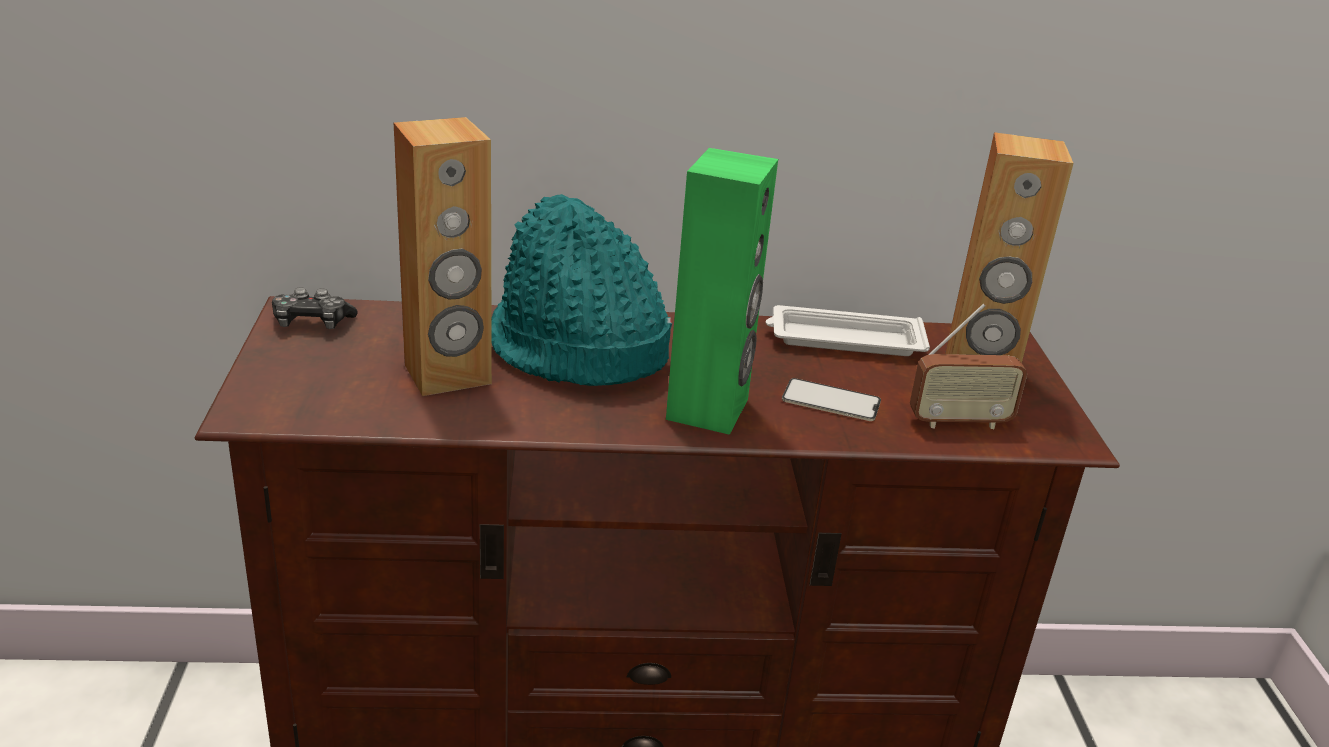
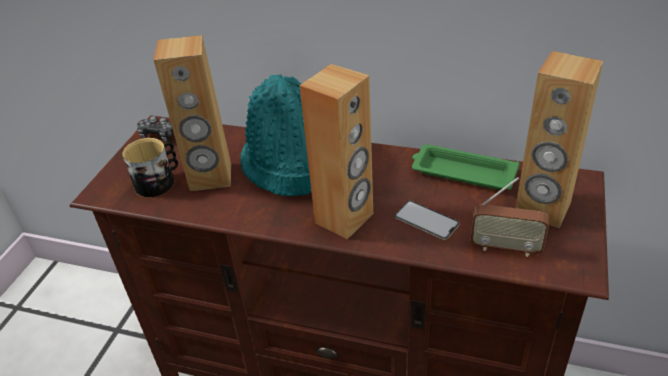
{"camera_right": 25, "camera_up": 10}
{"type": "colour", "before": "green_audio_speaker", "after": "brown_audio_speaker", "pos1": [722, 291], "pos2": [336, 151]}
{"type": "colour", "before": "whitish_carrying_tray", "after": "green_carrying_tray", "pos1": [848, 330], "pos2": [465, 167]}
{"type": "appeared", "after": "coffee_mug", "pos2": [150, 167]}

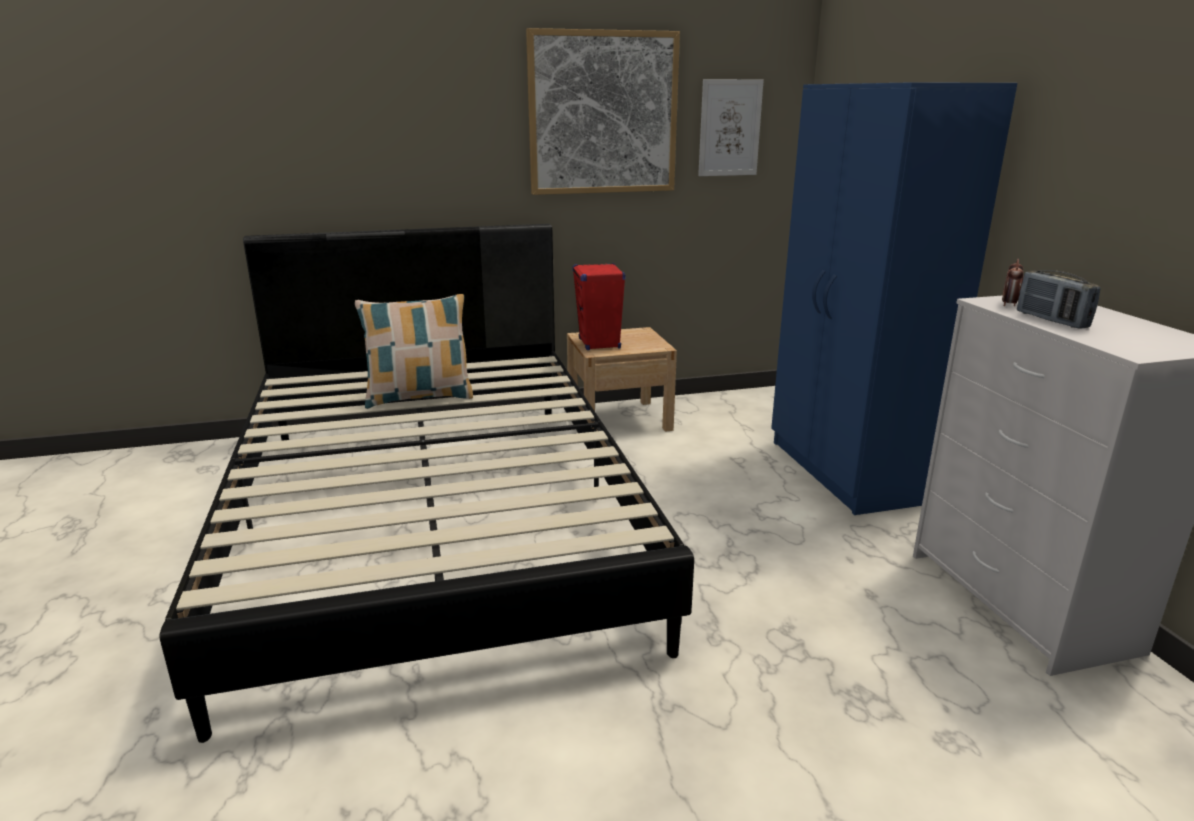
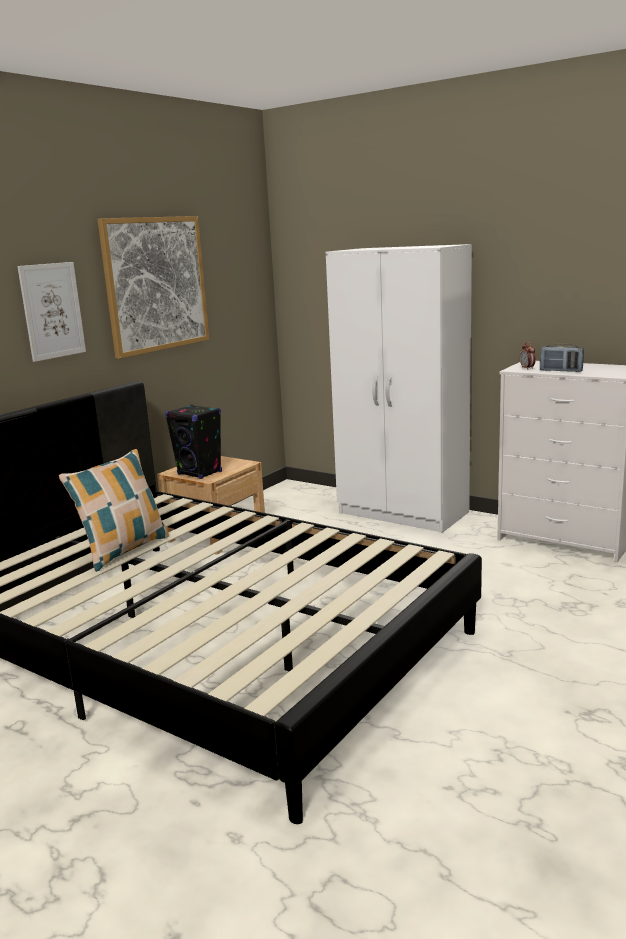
{"camera_right": -40, "camera_up": -5}
{"type": "colour", "before": "red_audio_speaker", "after": "blackish_audio_speaker", "pos1": [599, 306], "pos2": [193, 442]}
{"type": "relocated", "before": "wall_art", "pos1": [731, 127], "pos2": [51, 312]}
{"type": "colour", "before": "blue-coloured_armoire", "after": "whitish_armoire", "pos1": [894, 298], "pos2": [399, 388]}

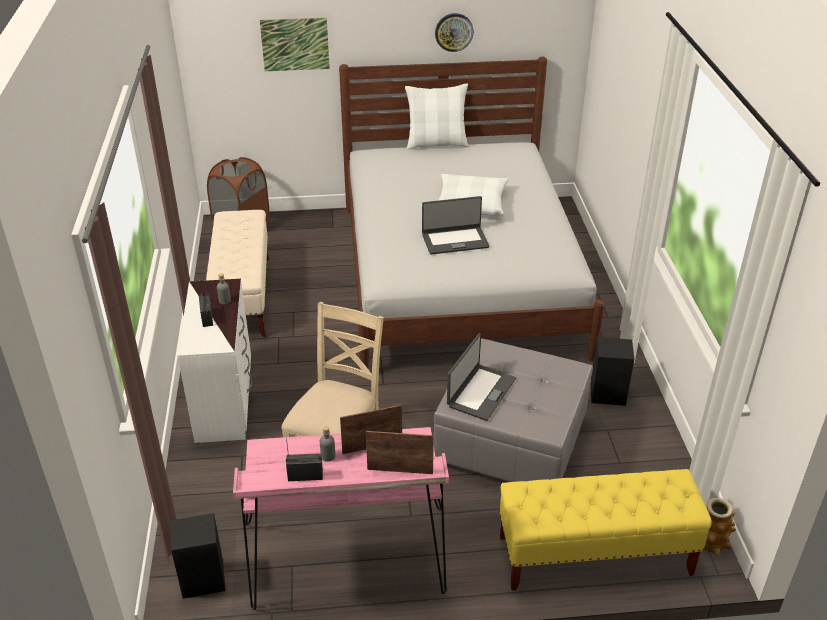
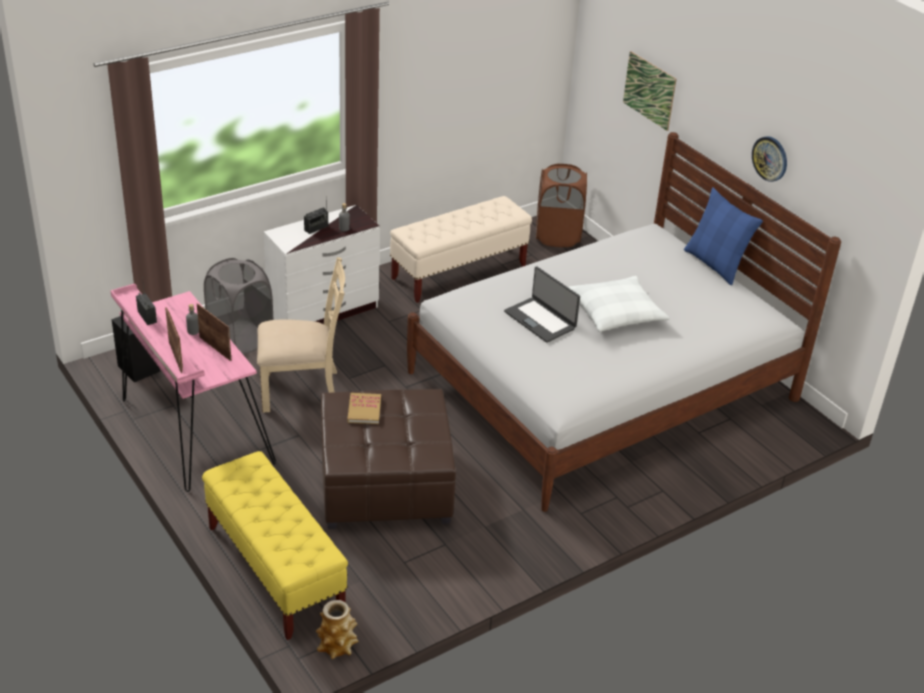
{"camera_right": 60, "camera_up": 0}
{"type": "colour", "before": "whitish_cushion", "after": "blue-coloured_cushion", "pos1": [437, 116], "pos2": [723, 236]}
{"type": "colour", "before": "grey_footrest", "after": "brown_footrest", "pos1": [513, 410], "pos2": [388, 459]}
{"type": "exchanged", "before": "laptop", "after": "book", "pos1": [481, 377], "pos2": [364, 408]}
{"type": "missing", "before": "blackish_audio_speaker", "pos1": [612, 371]}
{"type": "appeared", "after": "grey_hamper", "pos2": [239, 306]}

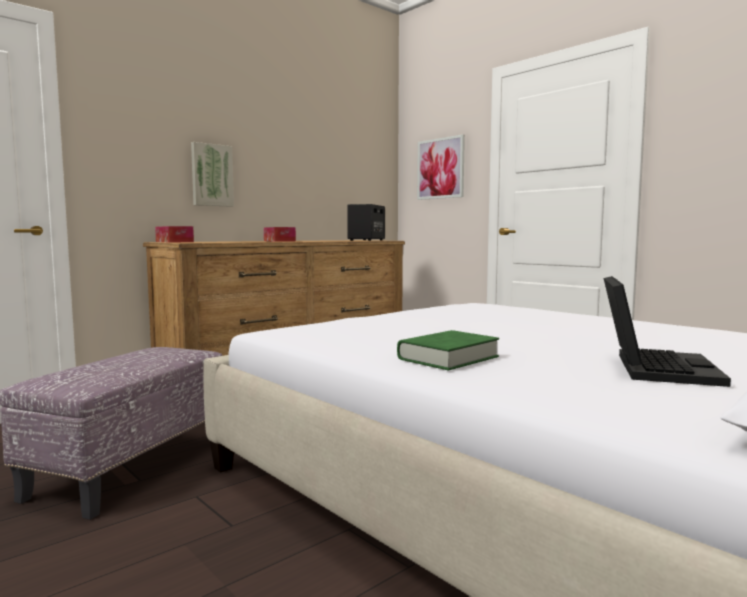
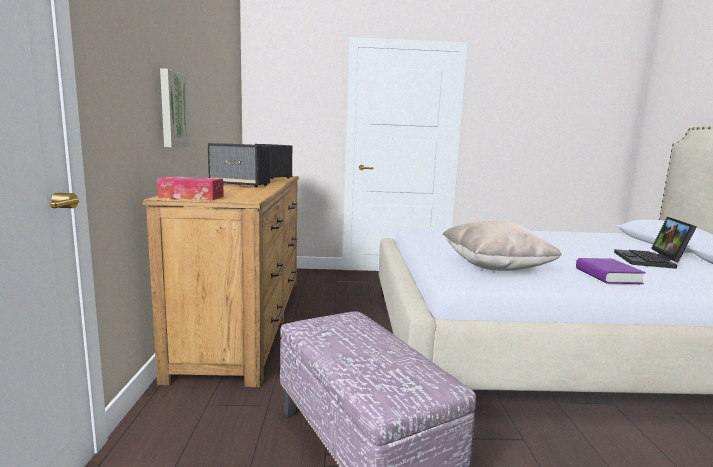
{"camera_right": -50, "camera_up": 5}
{"type": "exchanged", "before": "tissue_box", "after": "audio_speaker", "pos1": [280, 234], "pos2": [239, 165]}
{"type": "colour", "before": "green_book", "after": "purple-coloured_book", "pos1": [448, 350], "pos2": [611, 271]}
{"type": "missing", "before": "wall_art", "pos1": [441, 167]}
{"type": "spun", "before": "laptop", "pos1": [667, 331], "pos2": [655, 243], "turn": -135}
{"type": "appeared", "after": "sand-coloured_cushion", "pos2": [502, 246]}

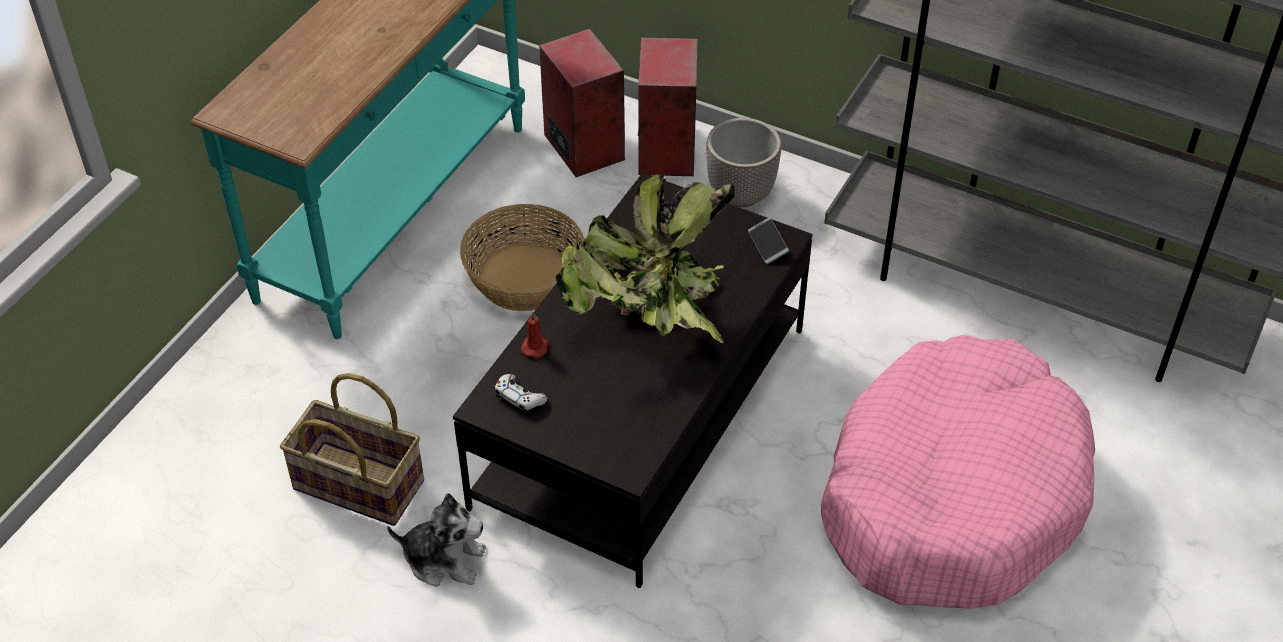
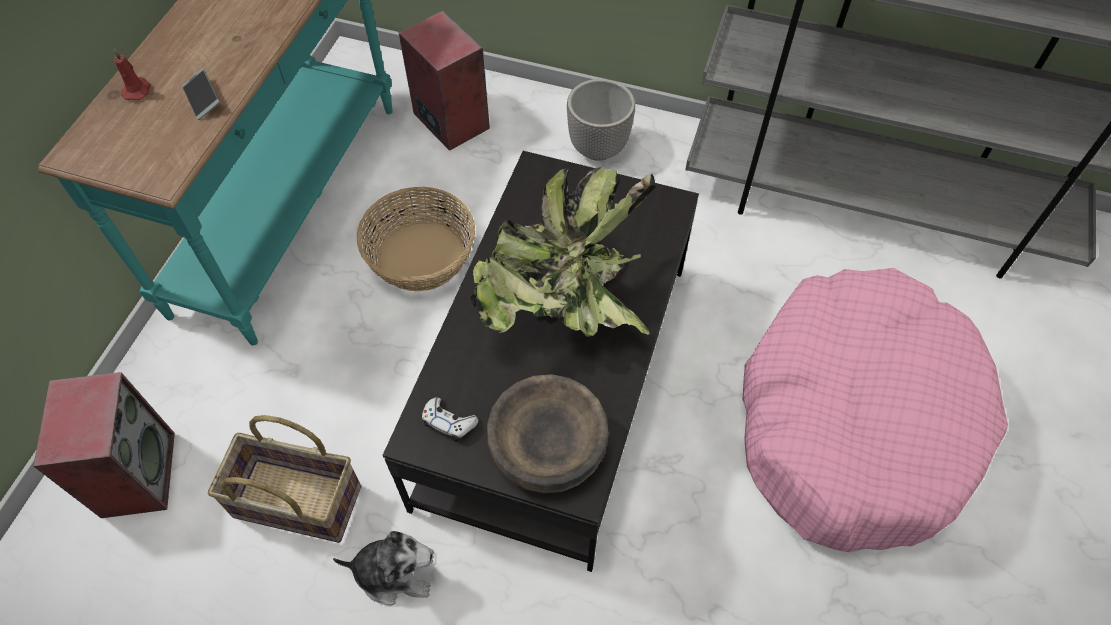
{"camera_right": -10, "camera_up": 10}
{"type": "relocated", "before": "red_wax_candle", "pos1": [535, 335], "pos2": [132, 74]}
{"type": "relocated", "before": "audio_speaker", "pos1": [667, 107], "pos2": [104, 445]}
{"type": "relocated", "before": "phone", "pos1": [768, 240], "pos2": [201, 94]}
{"type": "appeared", "after": "brown_deep_dish", "pos2": [548, 434]}

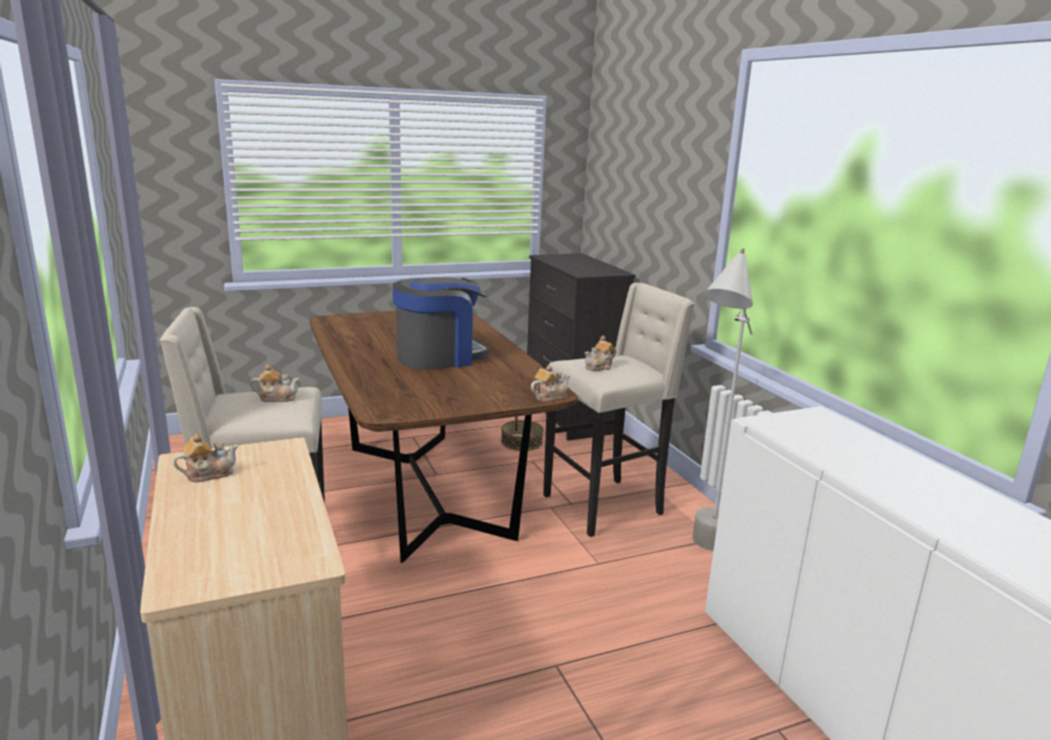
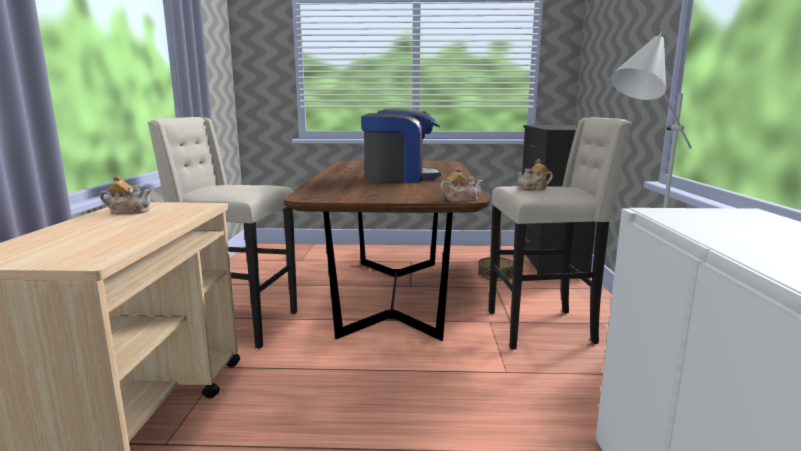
{"camera_right": 25, "camera_up": -5}
{"type": "missing", "before": "teapot", "pos1": [275, 383]}

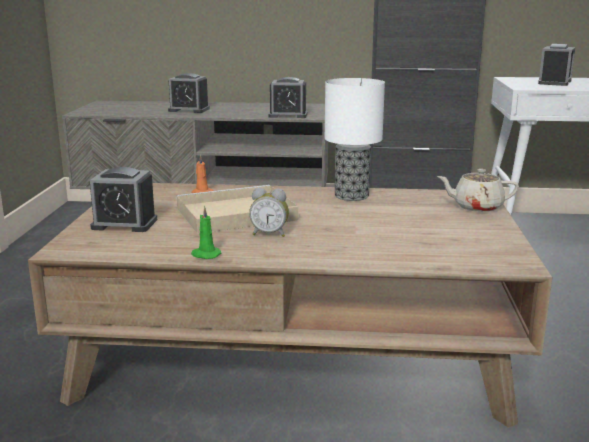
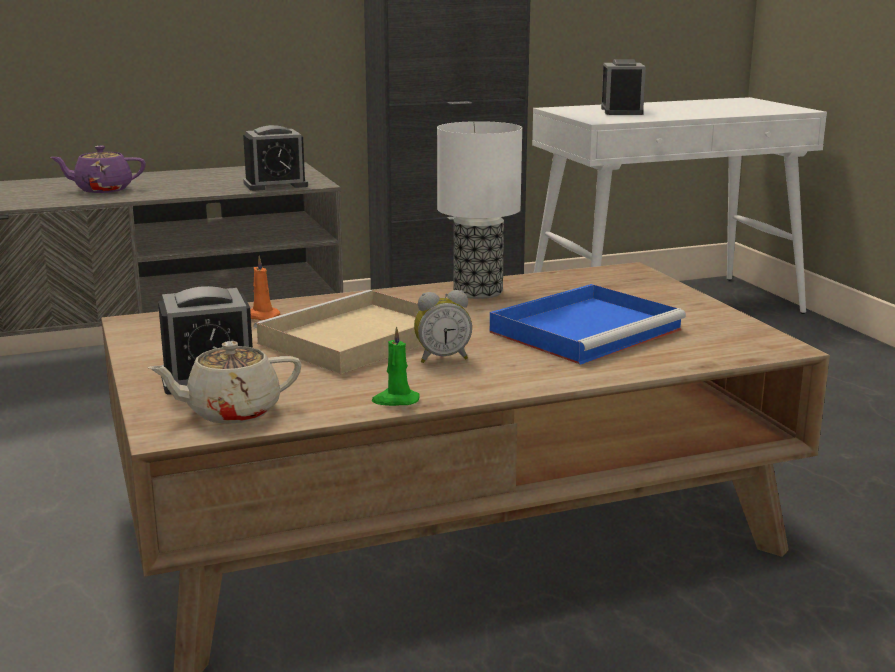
{"camera_right": -25, "camera_up": 0}
{"type": "exchanged", "before": "table_clock", "after": "purple-coloured_teapot", "pos1": [189, 93], "pos2": [98, 169]}
{"type": "relocated", "before": "sand-coloured_teapot", "pos1": [478, 190], "pos2": [225, 382]}
{"type": "appeared", "after": "blue-coloured_carrying_tray", "pos2": [588, 324]}

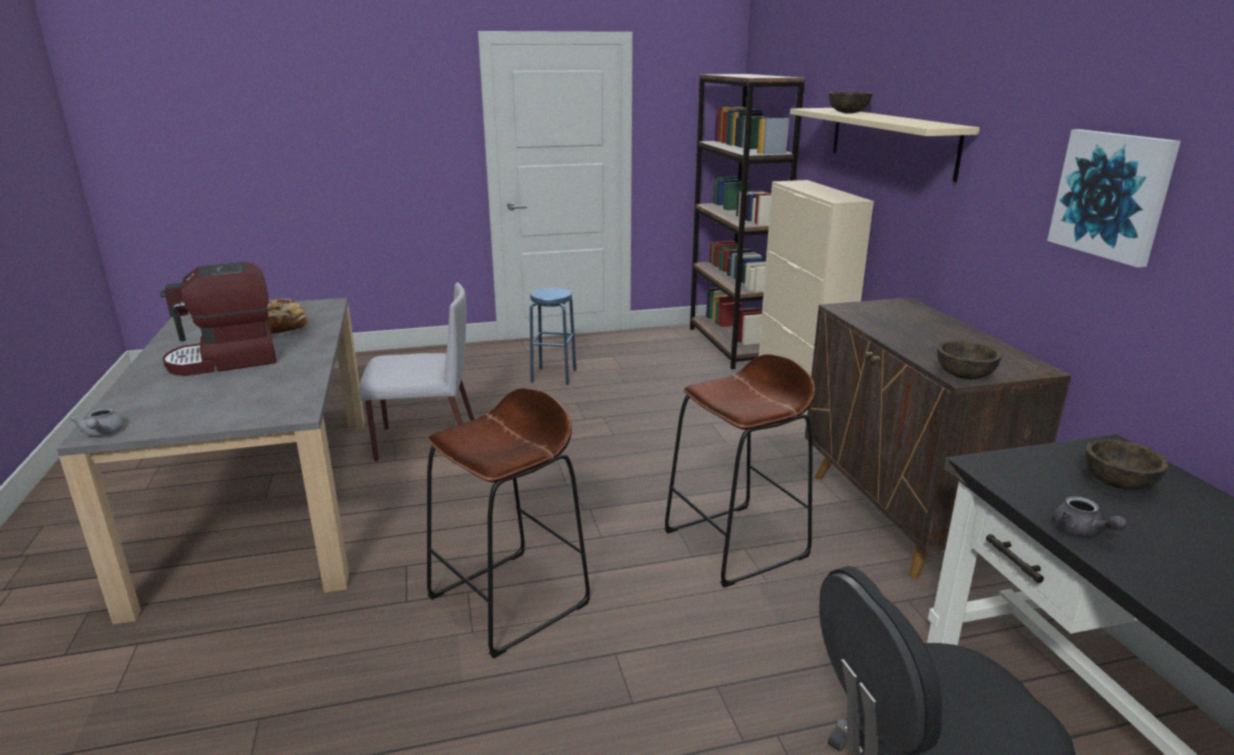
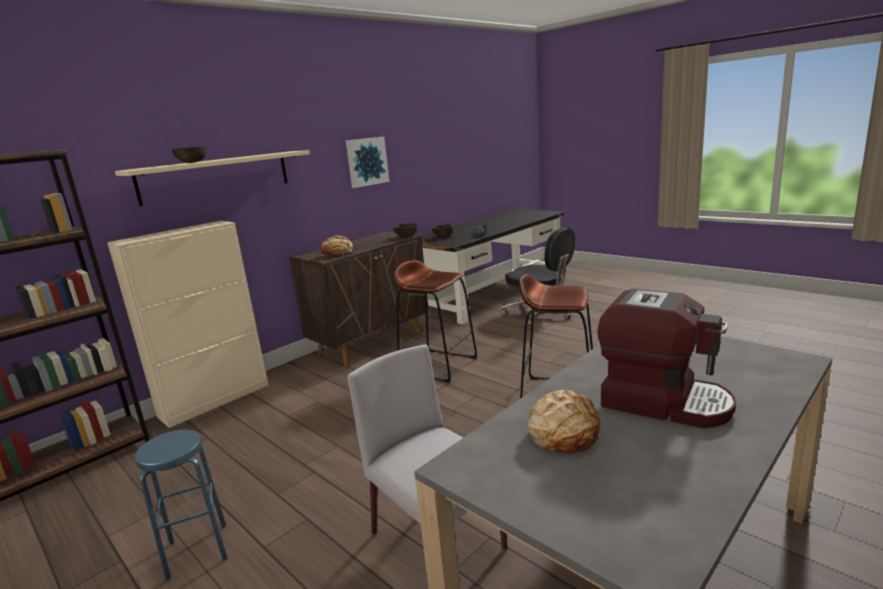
{"camera_right": -120, "camera_up": -5}
{"type": "missing", "before": "grey_teapot", "pos1": [96, 421]}
{"type": "appeared", "after": "bread", "pos2": [336, 245]}

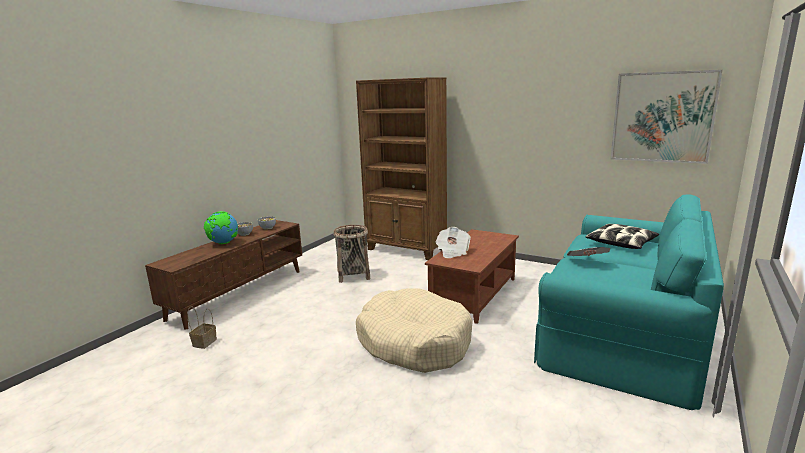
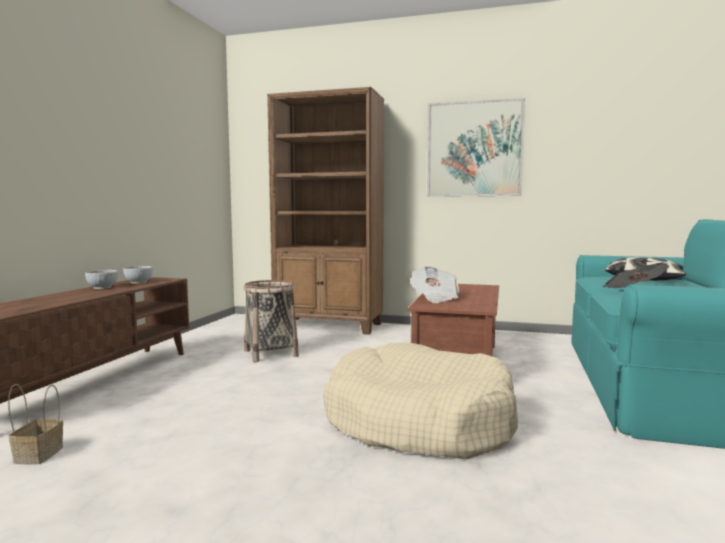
{"camera_right": -15, "camera_up": -10}
{"type": "missing", "before": "desk_globe", "pos1": [221, 227]}
{"type": "relocated", "before": "wall_art", "pos1": [667, 117], "pos2": [476, 147]}

